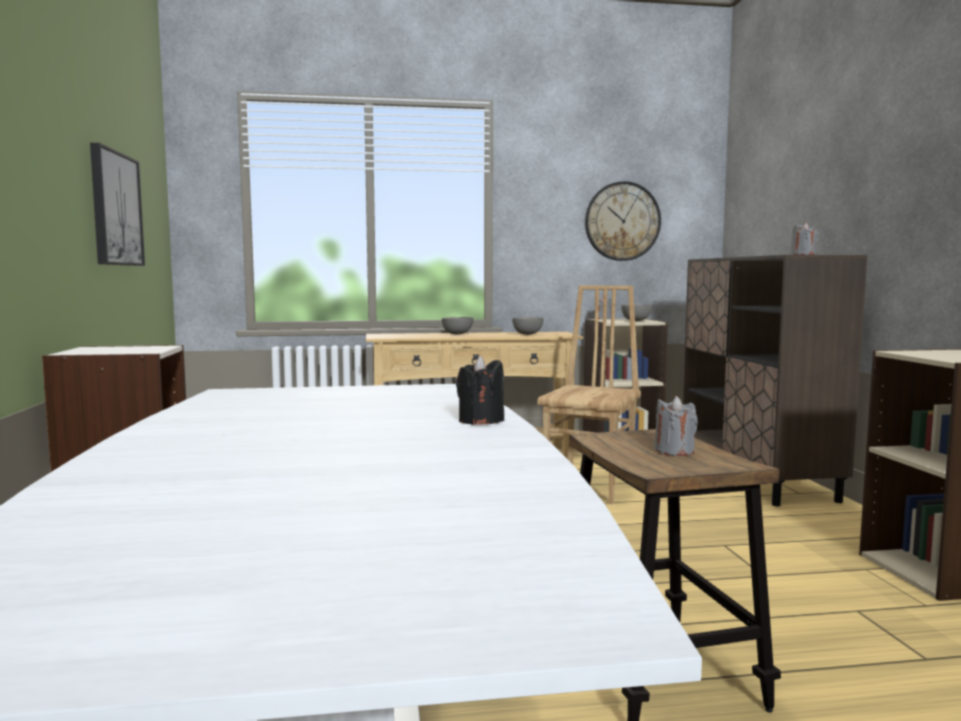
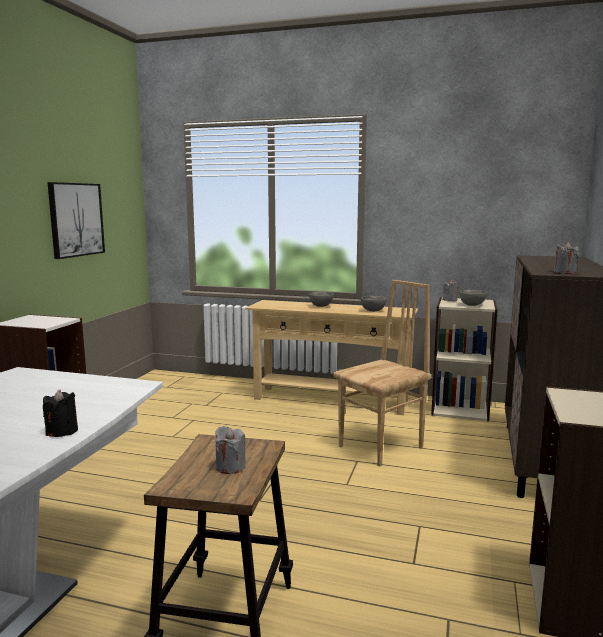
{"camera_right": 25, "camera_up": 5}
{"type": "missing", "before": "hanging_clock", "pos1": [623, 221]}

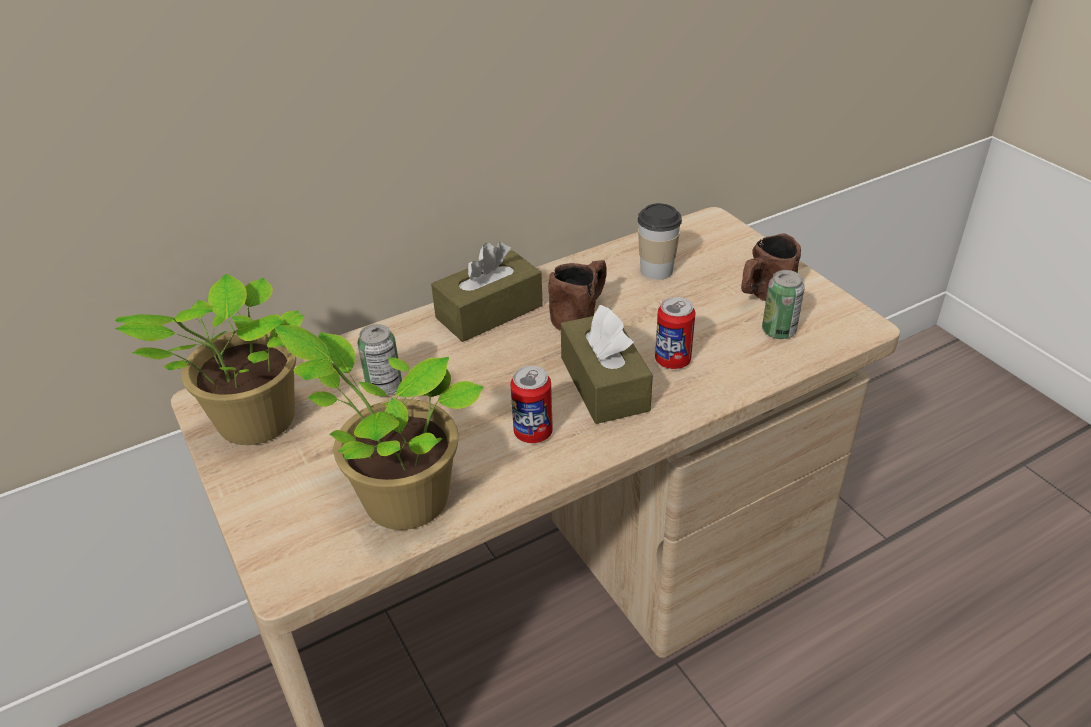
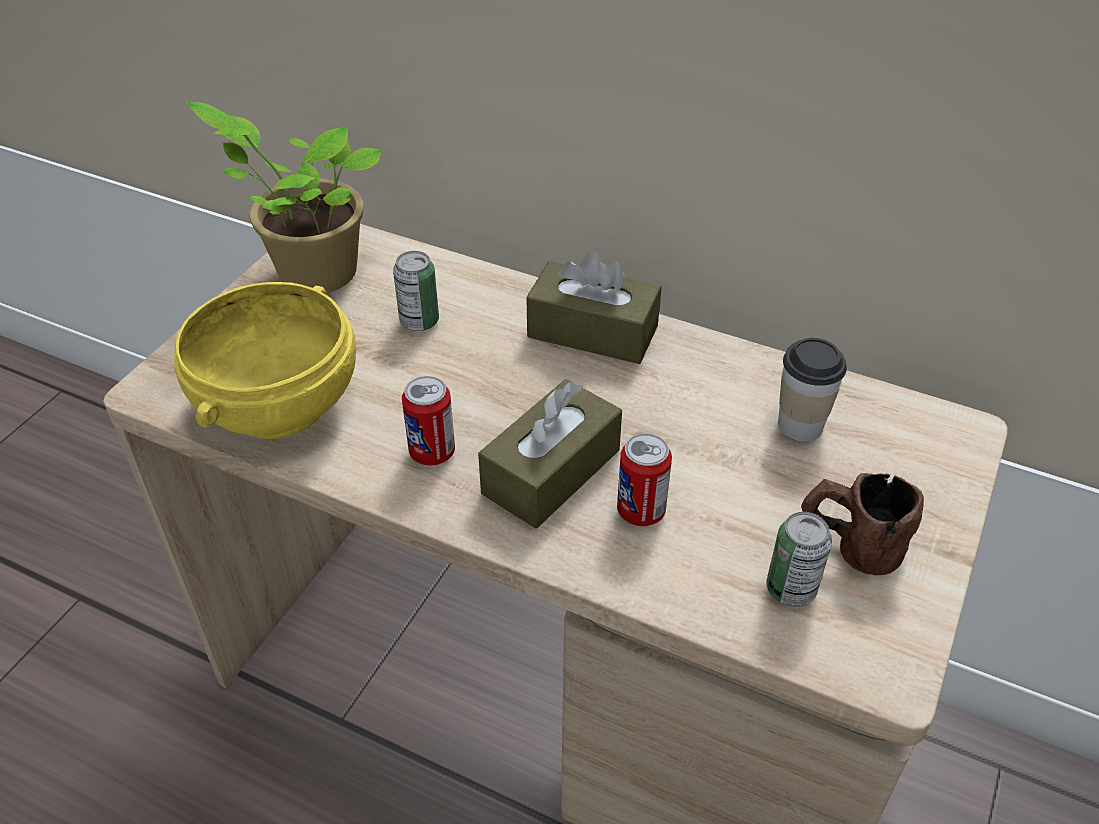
{"camera_right": 55, "camera_up": 5}
{"type": "exchanged", "before": "potted_plant", "after": "yellowish_deep_dish", "pos1": [379, 427], "pos2": [265, 360]}
{"type": "missing", "before": "brown_coffee_mug", "pos1": [577, 295]}

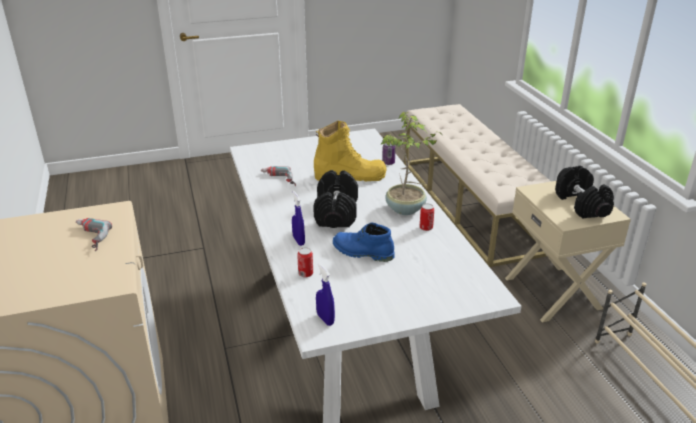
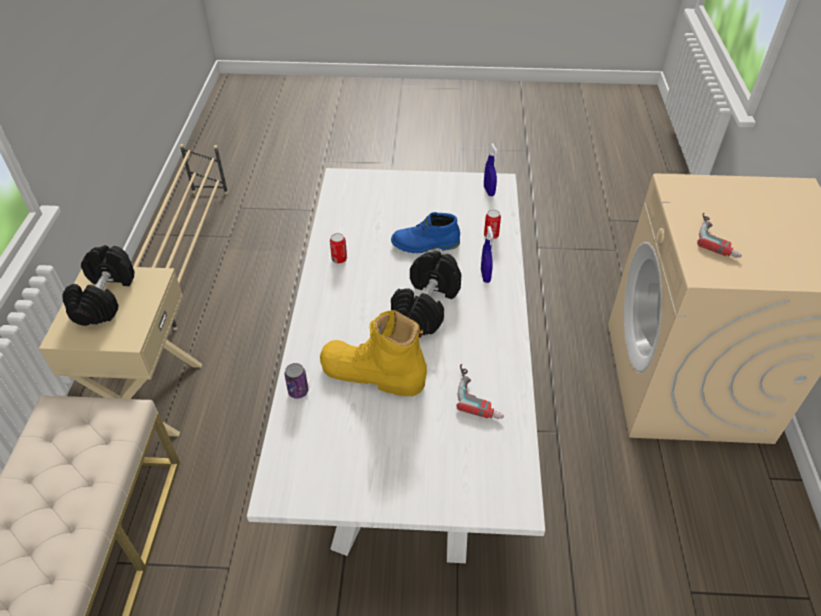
{"camera_right": -160, "camera_up": 15}
{"type": "spun", "before": "blue-coloured_high-top_boot", "pos1": [363, 242], "pos2": [425, 232], "turn": 135}
{"type": "missing", "before": "potted_plant", "pos1": [411, 163]}

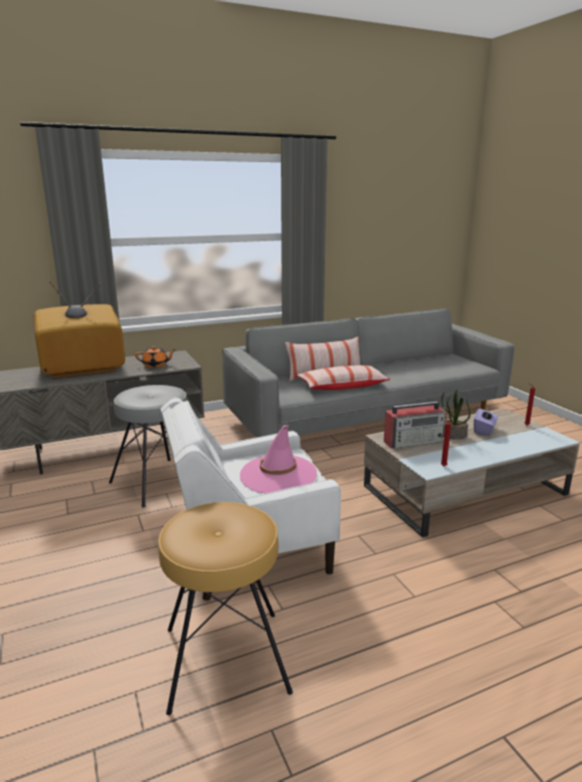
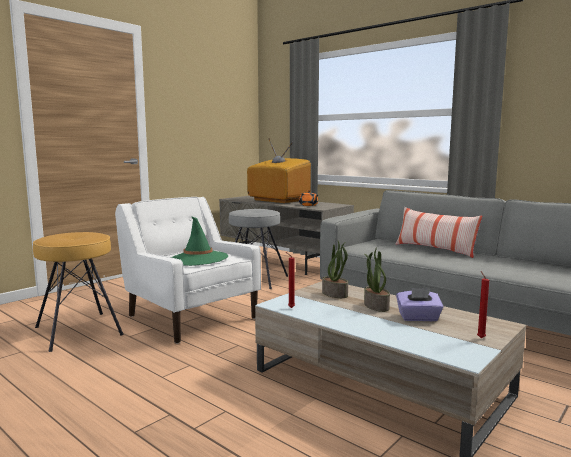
{"camera_right": 65, "camera_up": -10}
{"type": "colour", "before": "pink-coloured_wearable_hat", "after": "green_wearable_hat", "pos1": [278, 459], "pos2": [199, 241]}
{"type": "missing", "before": "cushion", "pos1": [343, 377]}
{"type": "exchanged", "before": "radio", "after": "potted_plant", "pos1": [414, 425], "pos2": [335, 269]}

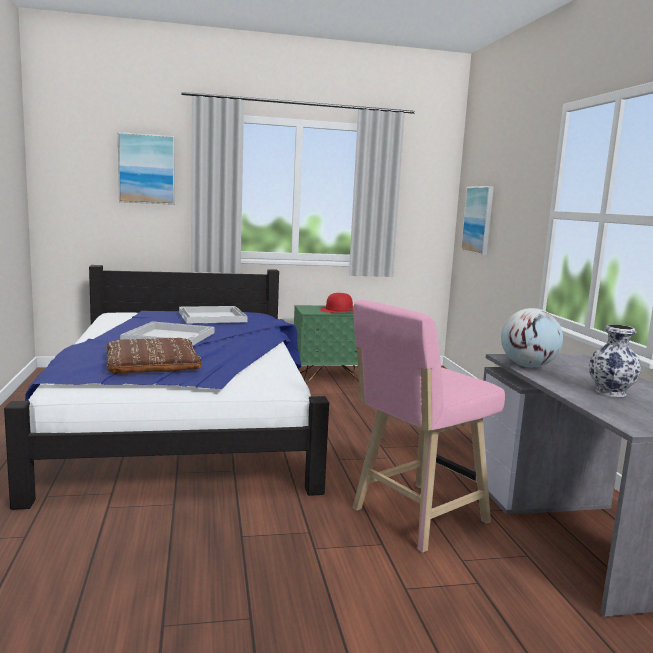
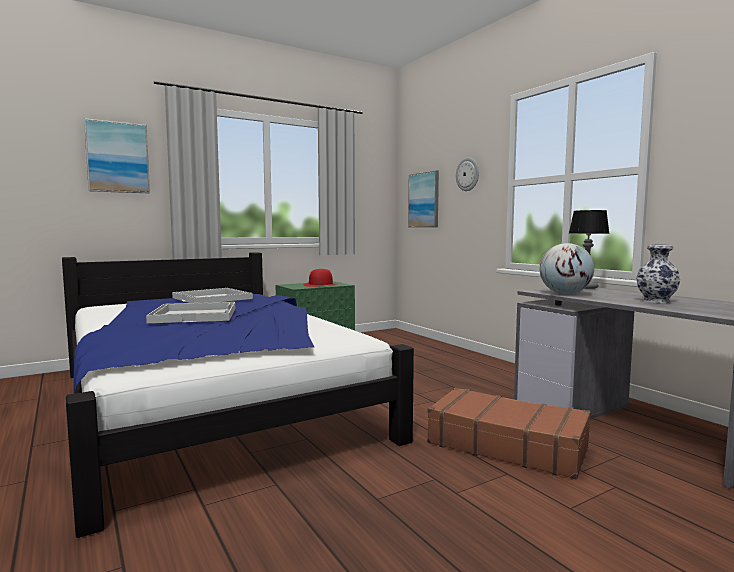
{"camera_right": -20, "camera_up": -5}
{"type": "missing", "before": "brown_cushion", "pos1": [154, 356]}
{"type": "exchanged", "before": "pink-coloured_stool_seat", "after": "brown_travel_case", "pos1": [429, 426], "pos2": [509, 433]}
{"type": "appeared", "after": "hanging_clock", "pos2": [467, 174]}
{"type": "appeared", "after": "tabletop_lamp", "pos2": [589, 249]}

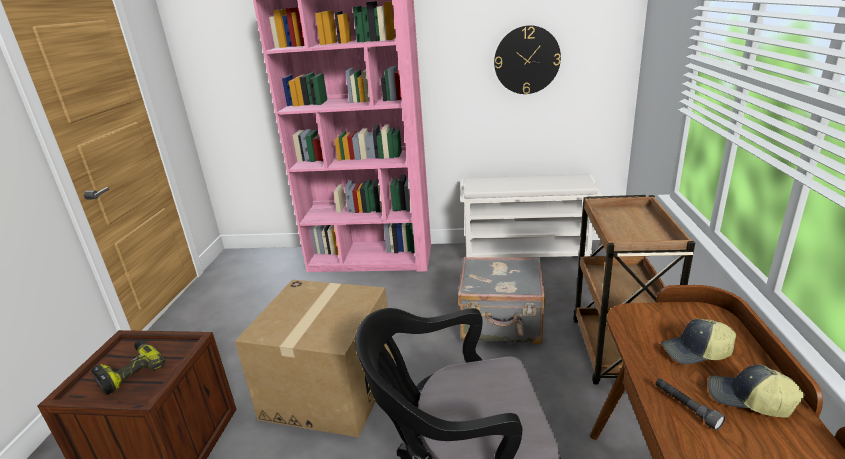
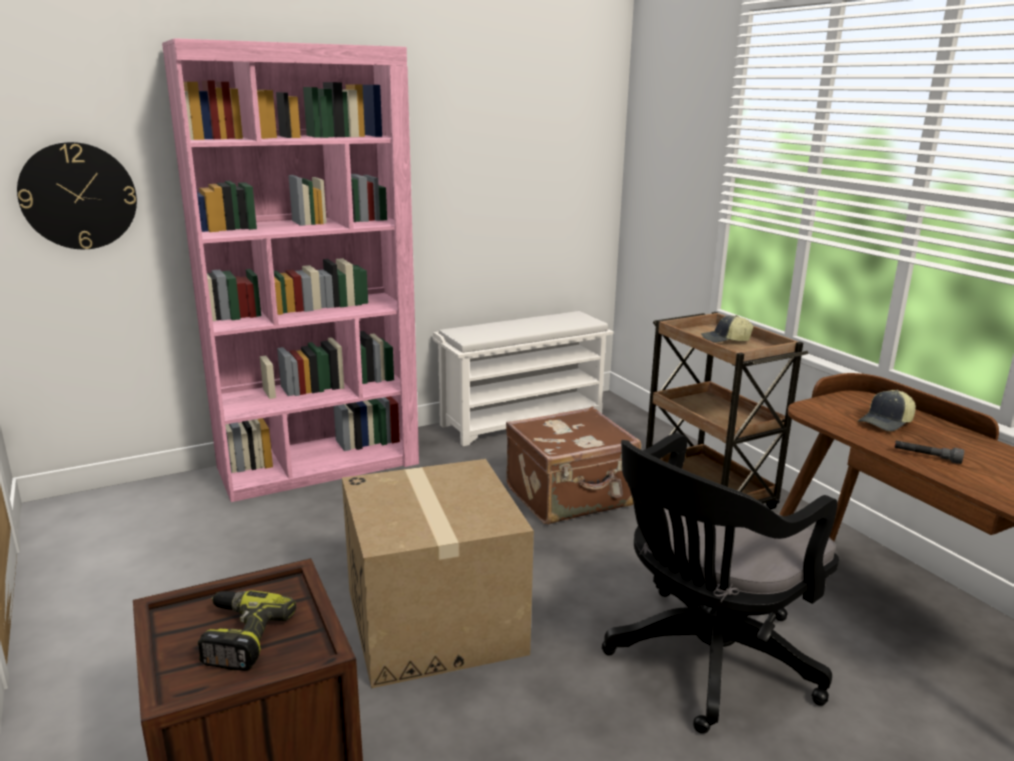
{"camera_right": -35, "camera_up": -5}
{"type": "colour", "before": "grey_travel_case", "after": "brown_travel_case", "pos1": [501, 300], "pos2": [573, 465]}
{"type": "relocated", "before": "hanging_clock", "pos1": [527, 59], "pos2": [77, 195]}
{"type": "relocated", "before": "baseball_cap", "pos1": [756, 391], "pos2": [727, 329]}

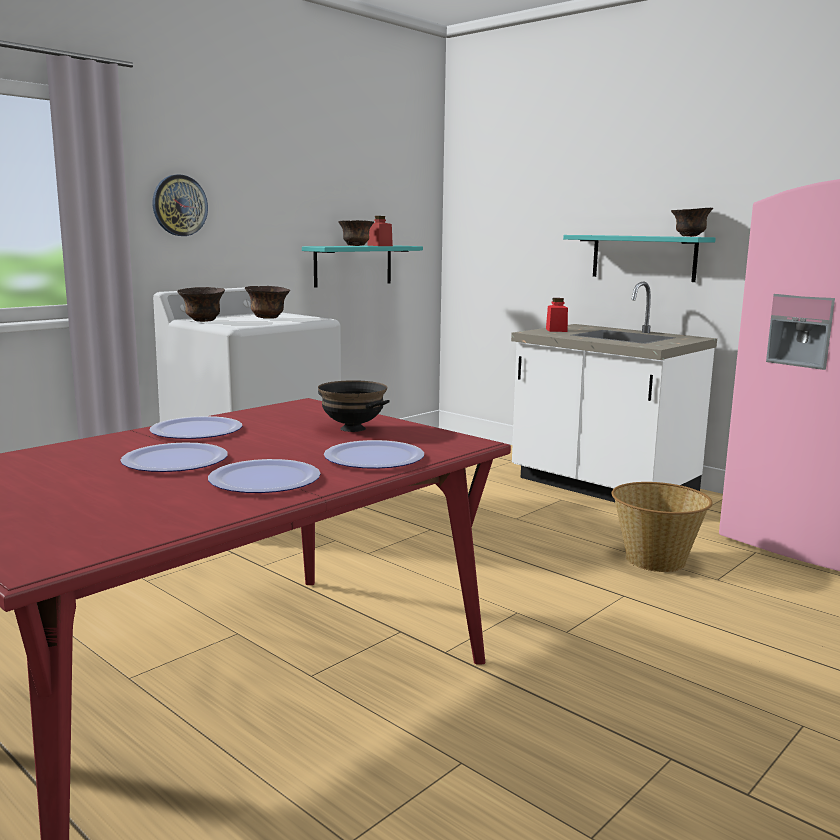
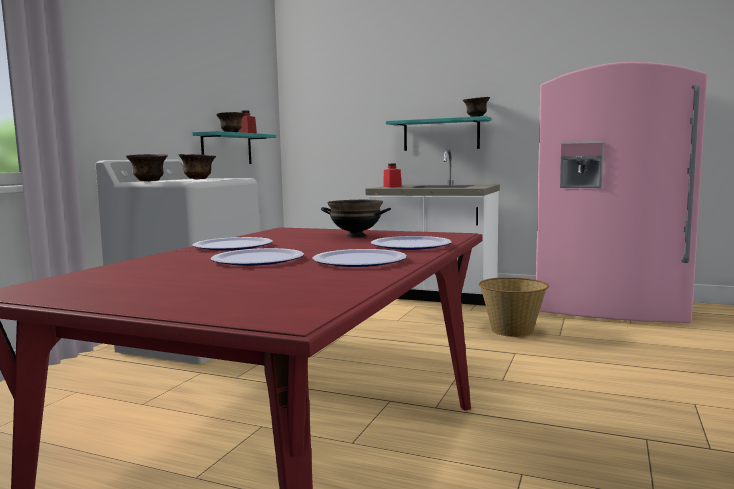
{"camera_right": -20, "camera_up": -5}
{"type": "missing", "before": "hanging_clock", "pos1": [180, 205]}

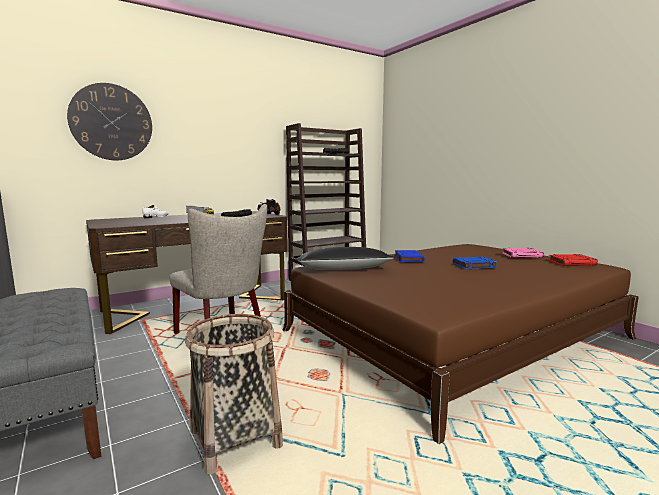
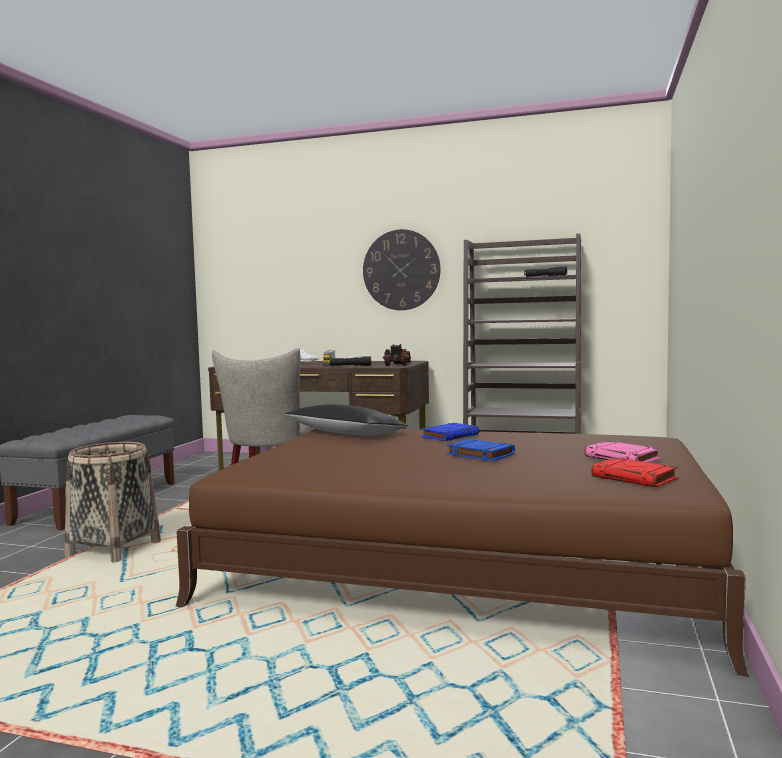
{"camera_right": 50, "camera_up": -5}
{"type": "relocated", "before": "hanging_clock", "pos1": [109, 121], "pos2": [402, 269]}

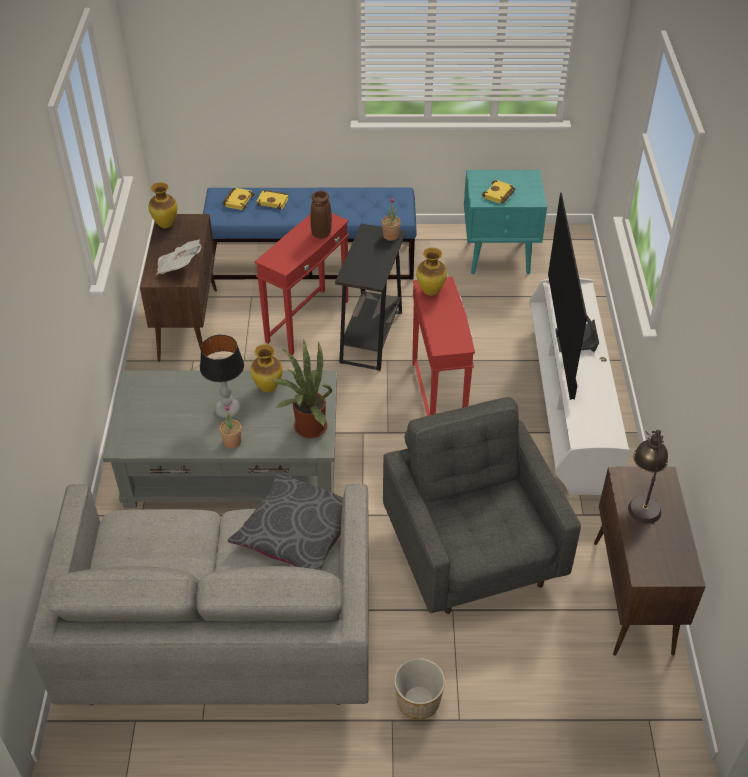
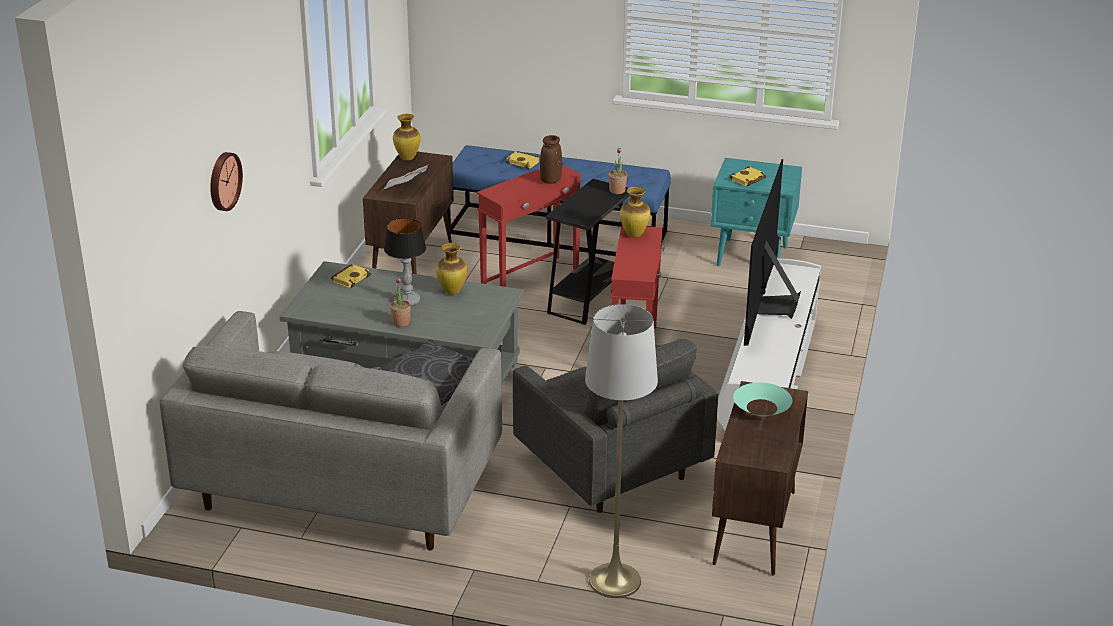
{"camera_right": 15, "camera_up": -15}
{"type": "relocated", "before": "yellowish_book", "pos1": [238, 199], "pos2": [351, 276]}
{"type": "missing", "before": "potted_plant", "pos1": [300, 389]}
{"type": "spun", "before": "grey_easy_chair", "pos1": [482, 505], "pos2": [615, 426], "turn": 150}
{"type": "missing", "before": "plant_pot", "pos1": [419, 689]}
{"type": "exchanged", "before": "tabletop_lamp", "after": "turquoise_deep_dish", "pos1": [648, 477], "pos2": [762, 399]}
{"type": "appeared", "after": "hanging_clock", "pos2": [226, 181]}
{"type": "appeared", "after": "grey_standing_lamp", "pos2": [621, 451]}

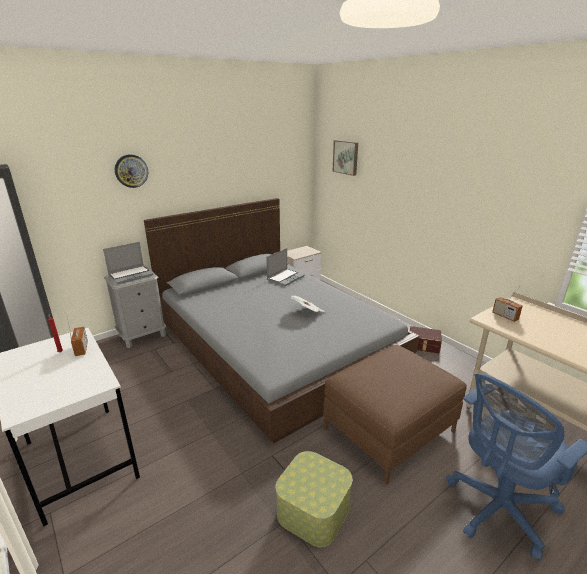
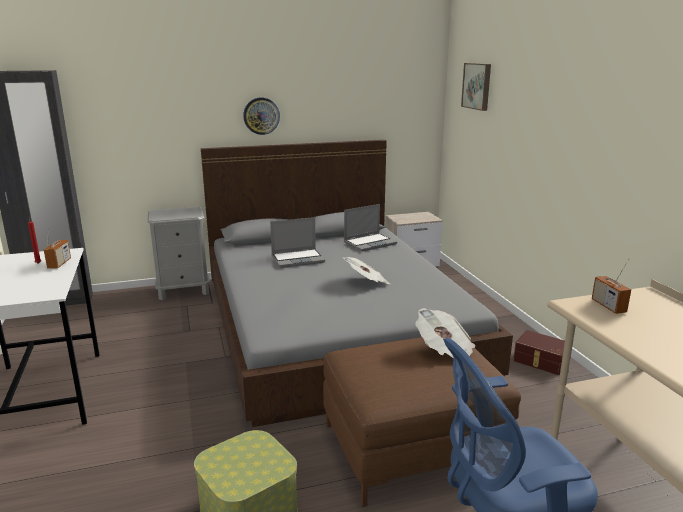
{"camera_right": 20, "camera_up": -5}
{"type": "relocated", "before": "laptop", "pos1": [128, 263], "pos2": [297, 242]}
{"type": "relocated", "before": "hanging_clock", "pos1": [131, 171], "pos2": [261, 116]}
{"type": "appeared", "after": "newspaper", "pos2": [445, 333]}

